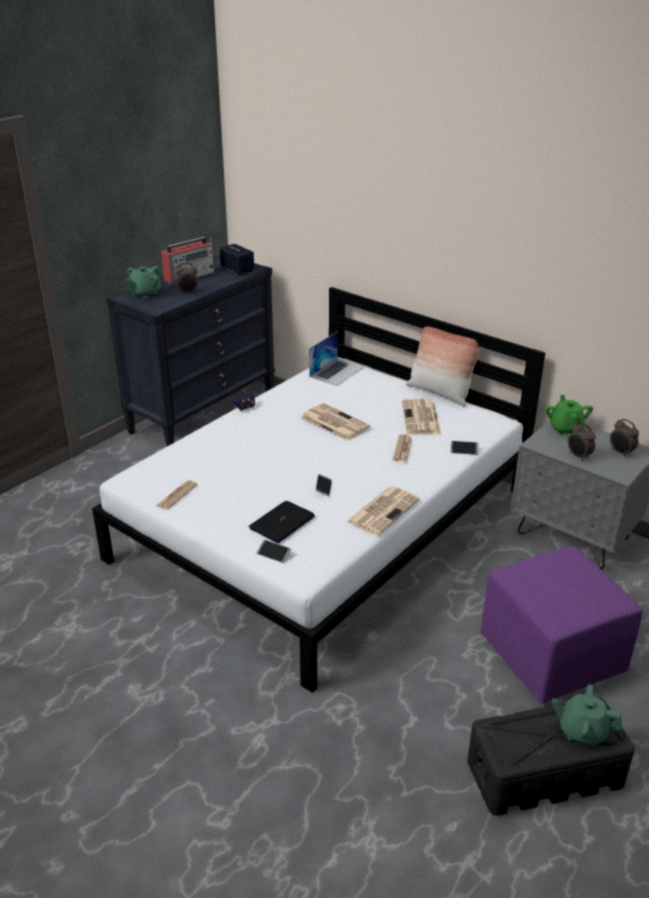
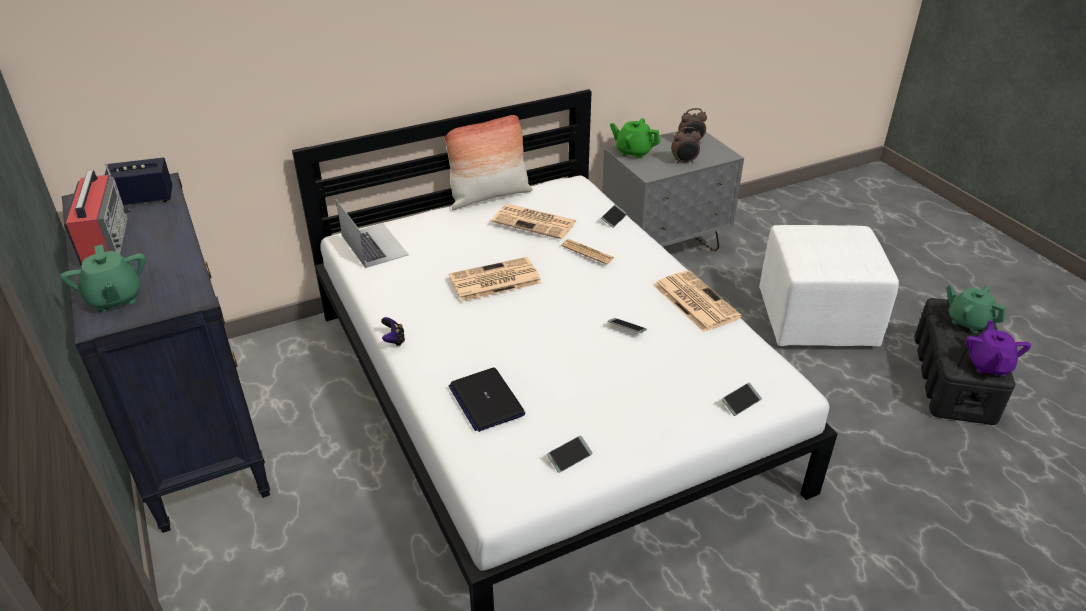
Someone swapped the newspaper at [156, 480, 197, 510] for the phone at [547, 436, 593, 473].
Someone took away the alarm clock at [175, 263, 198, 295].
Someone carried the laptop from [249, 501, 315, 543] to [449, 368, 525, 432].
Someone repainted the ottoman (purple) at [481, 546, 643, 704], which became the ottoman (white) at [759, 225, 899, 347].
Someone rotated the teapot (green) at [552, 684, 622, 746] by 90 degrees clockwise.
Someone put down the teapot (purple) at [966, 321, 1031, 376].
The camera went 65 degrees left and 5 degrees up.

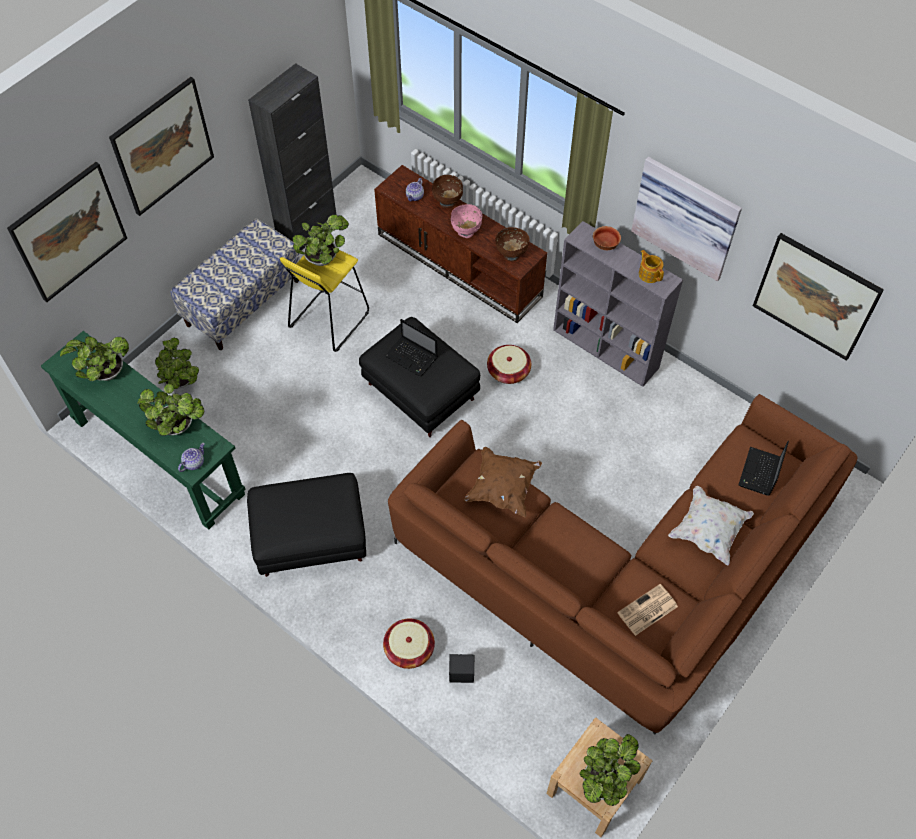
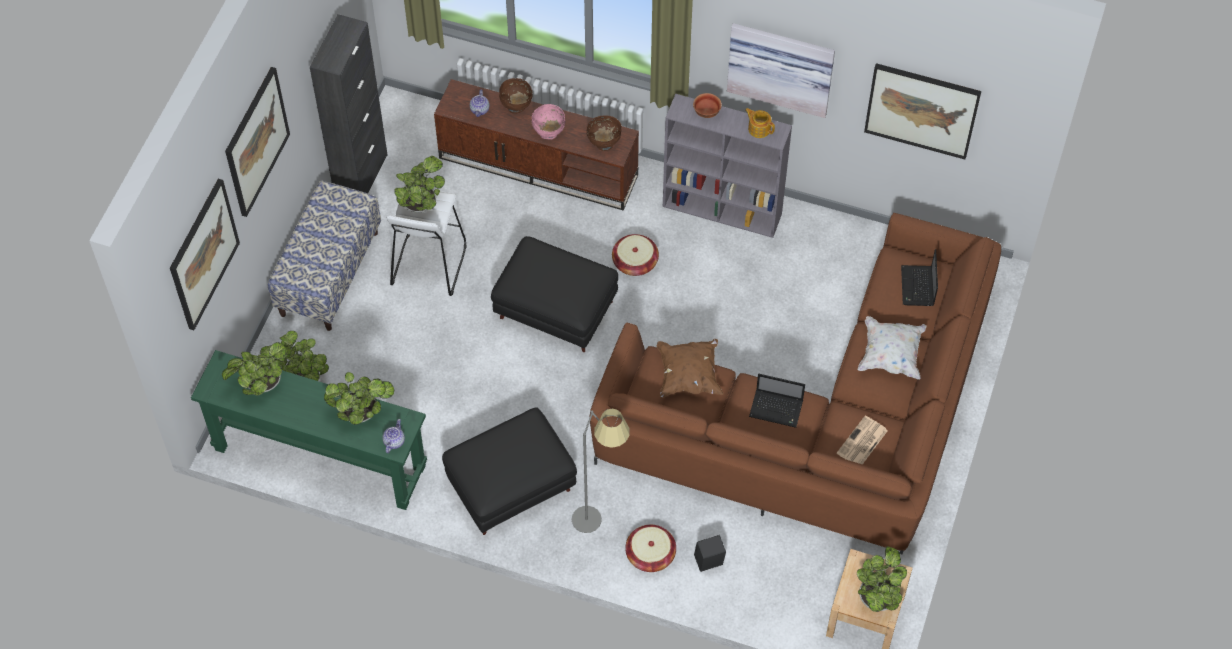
Someone repainted the stool (yellow) at [280, 250, 369, 352], which became the stool (white) at [386, 186, 467, 296].
Someone carried the laptop from [385, 319, 437, 377] to [749, 374, 805, 428].
Someone put down the floor lamp (grey) at [572, 409, 630, 533].
The camera went 20 degrees left and 0 degrees up.

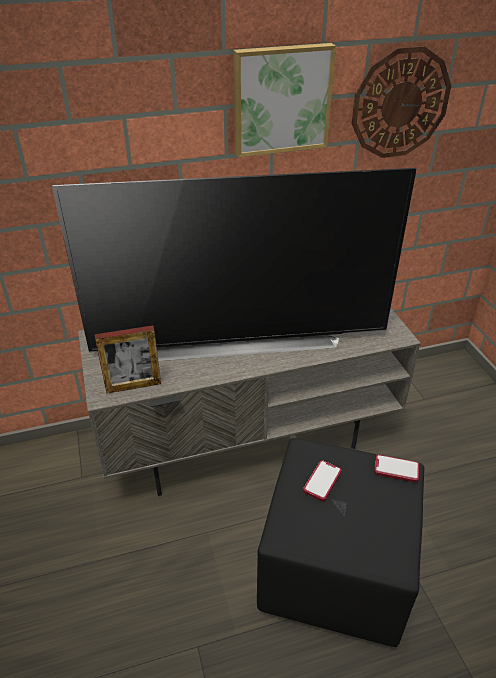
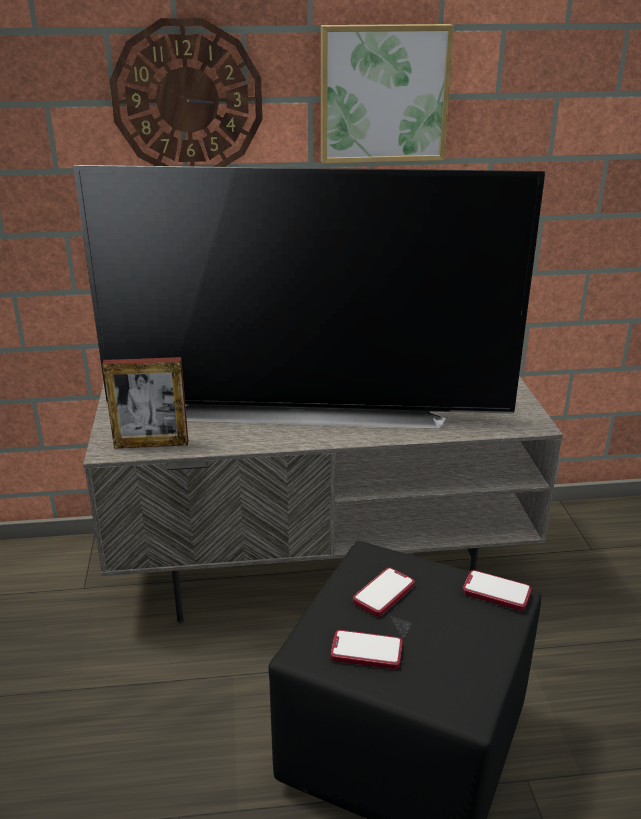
Someone carried the wall clock from [352, 46, 451, 158] to [109, 18, 263, 167].
Someone put down the phone at [331, 630, 403, 669].
The camera went 10 degrees right and 10 degrees down.

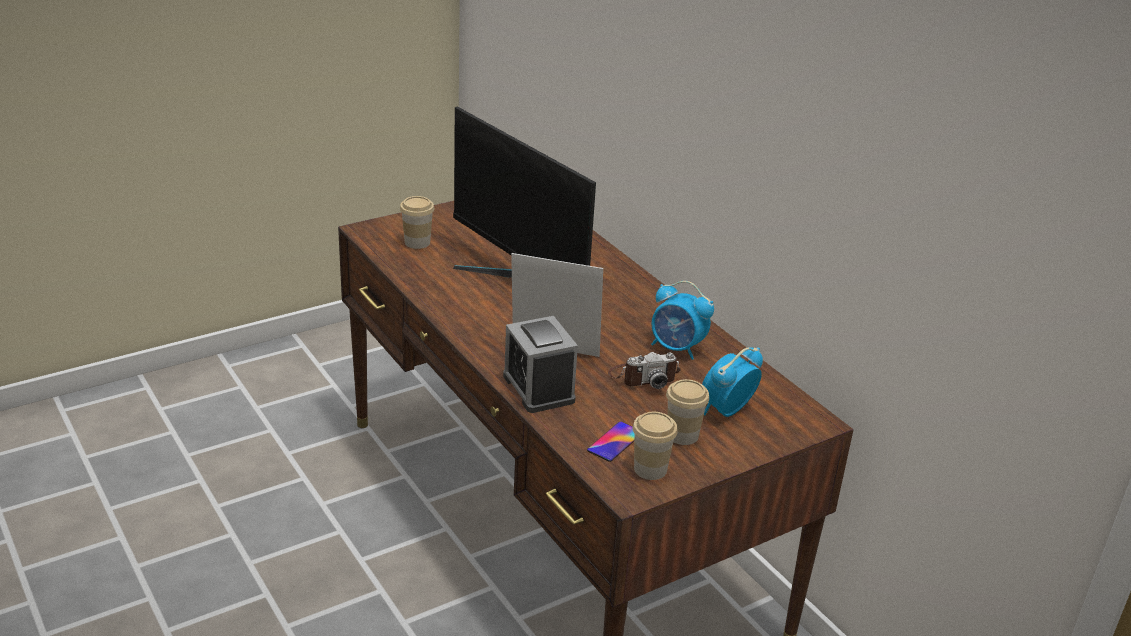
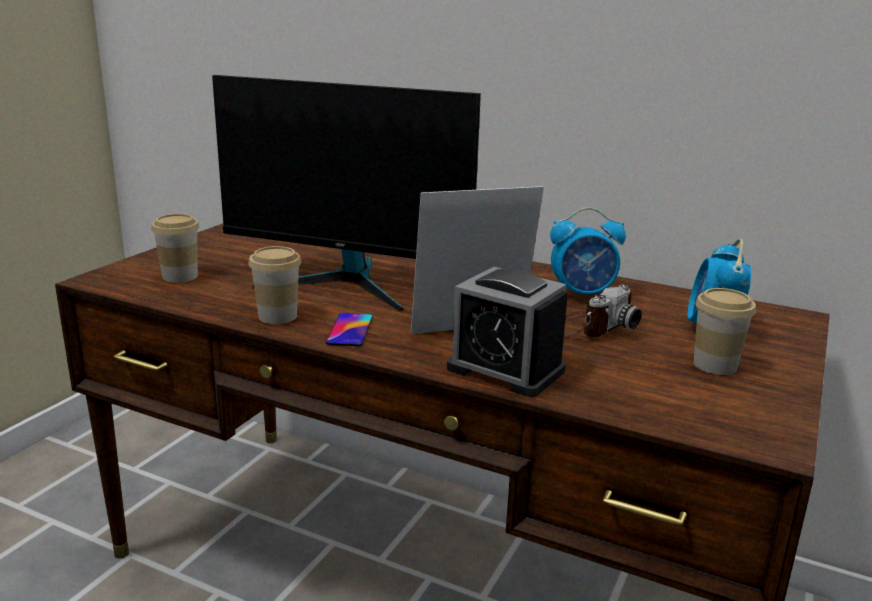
Someone carried the phone from [587, 421, 634, 462] to [326, 313, 373, 346].
Someone carried the cup from [633, 412, 678, 480] to [249, 246, 301, 324].
The camera went 30 degrees left and 10 degrees down.

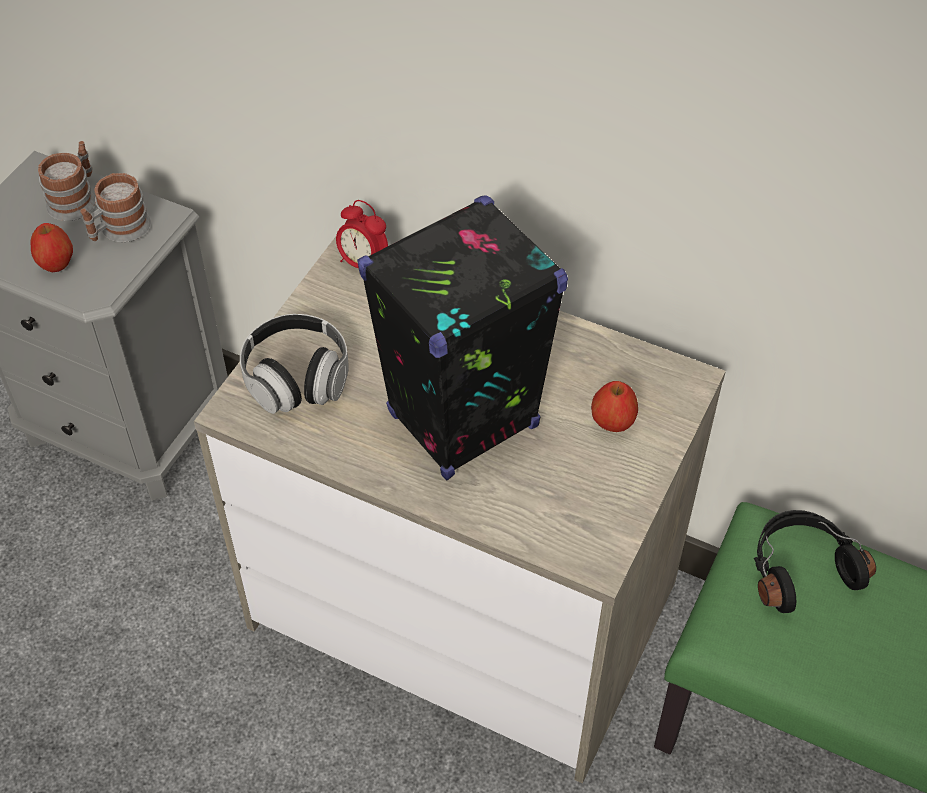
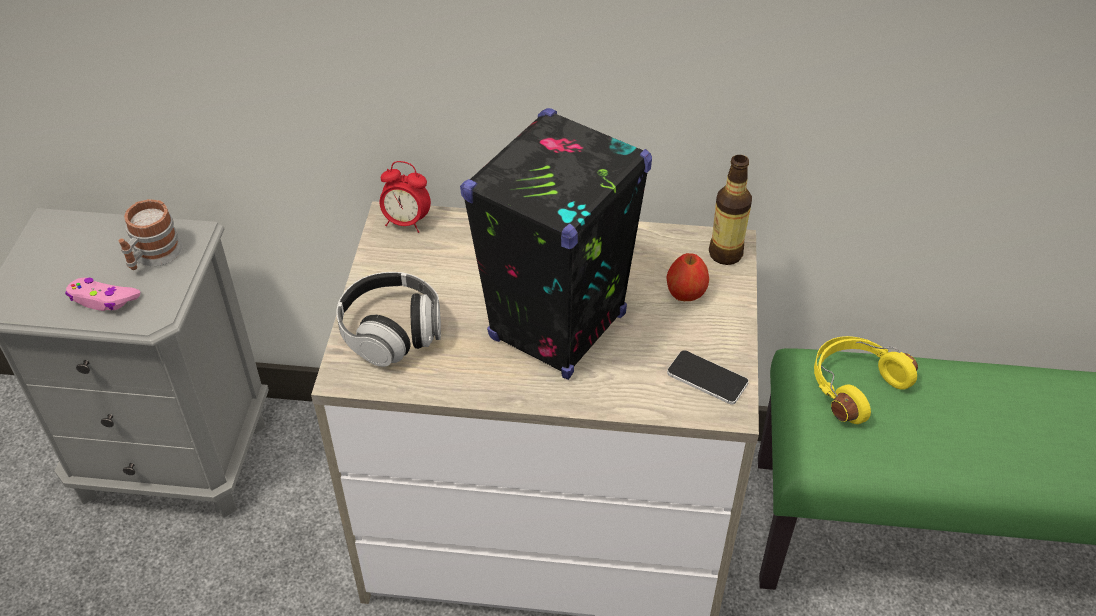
Someone swapped the apple at [31, 223, 73, 272] for the game controller (pink) at [65, 277, 140, 311].
Someone took away the mug at [38, 141, 95, 221].
Someone repainted the headphones (black) at [754, 510, 876, 613], which became the headphones (yellow) at [814, 336, 918, 424].
Someone put down the phone at [667, 350, 749, 405].
Someone put down the bottle at [709, 155, 752, 265].
The camera went 20 degrees left and 5 degrees down.

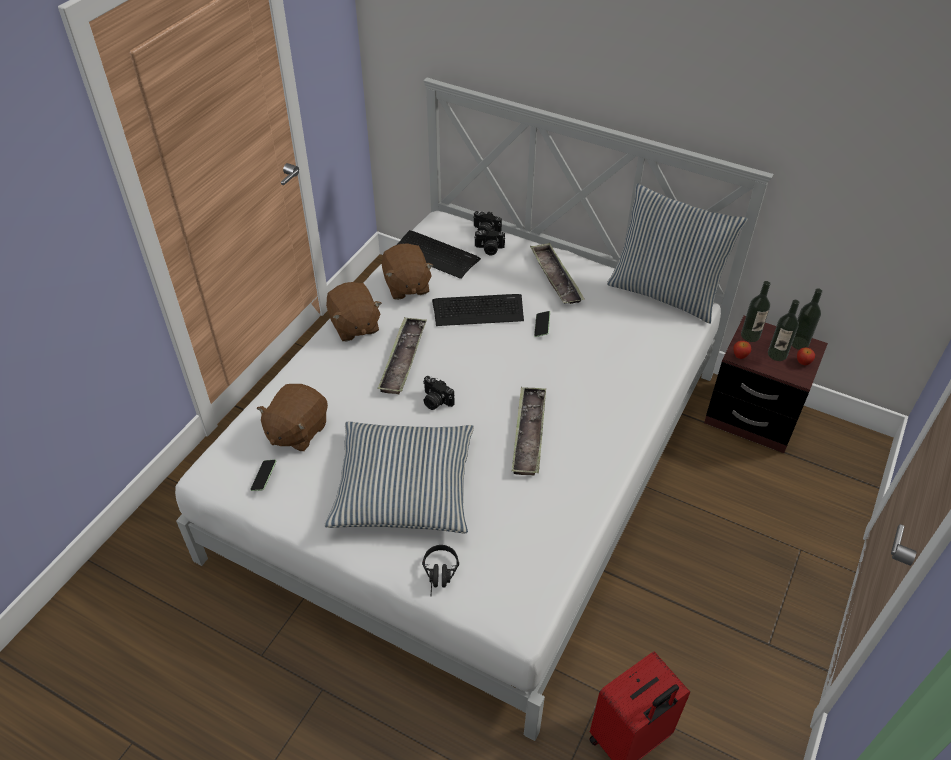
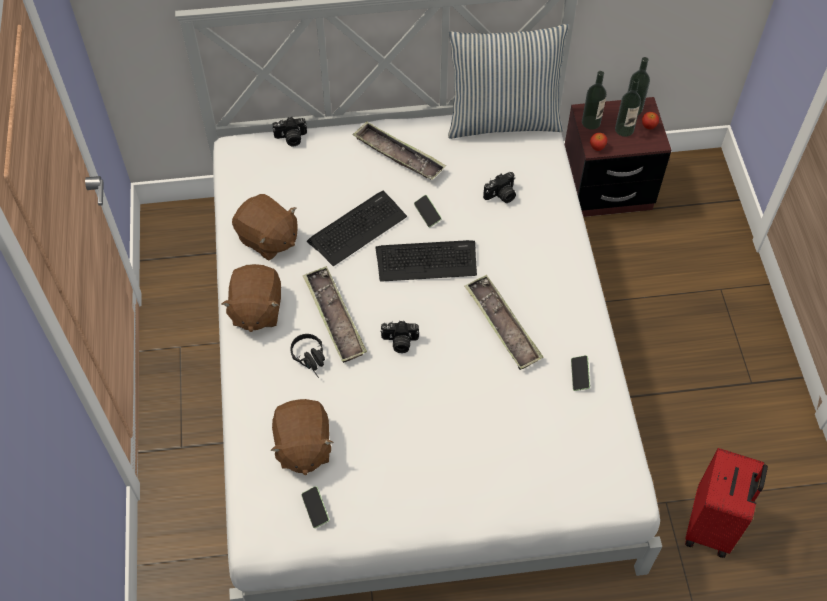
Someone took away the pillow at [324, 421, 474, 533].
Someone rotated the plush toy (brown) at [326, 282, 382, 341] by 60 degrees clockwise.
Someone carried the keyboard from [397, 230, 481, 279] to [375, 240, 477, 282].
Someone carried the headphones (black) from [422, 545, 459, 594] to [291, 334, 325, 378].
Someone carried the photo camera from [474, 228, 505, 255] to [483, 172, 516, 203].
Someone put down the phone at [571, 355, 590, 391].
The camera went 35 degrees left and 10 degrees up.

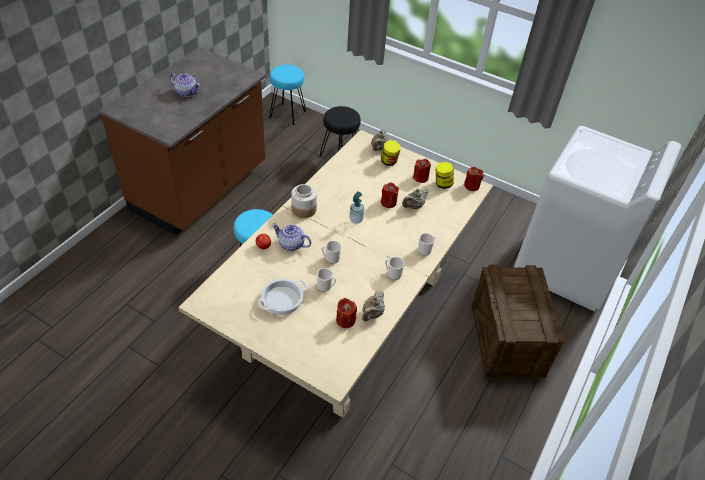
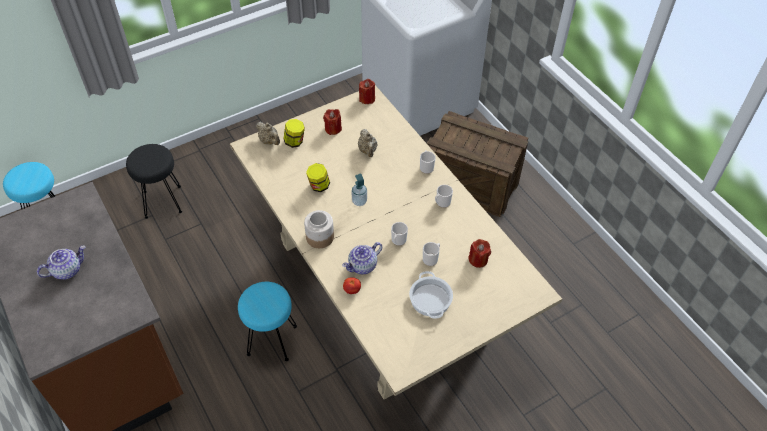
Someone took away the teapot (beige) at [362, 291, 385, 321].
Someone took away the candle (red) at [381, 183, 399, 208].
Someone carried the jar from [435, 162, 454, 189] to [306, 163, 330, 192].
The camera went 60 degrees left and 5 degrees up.

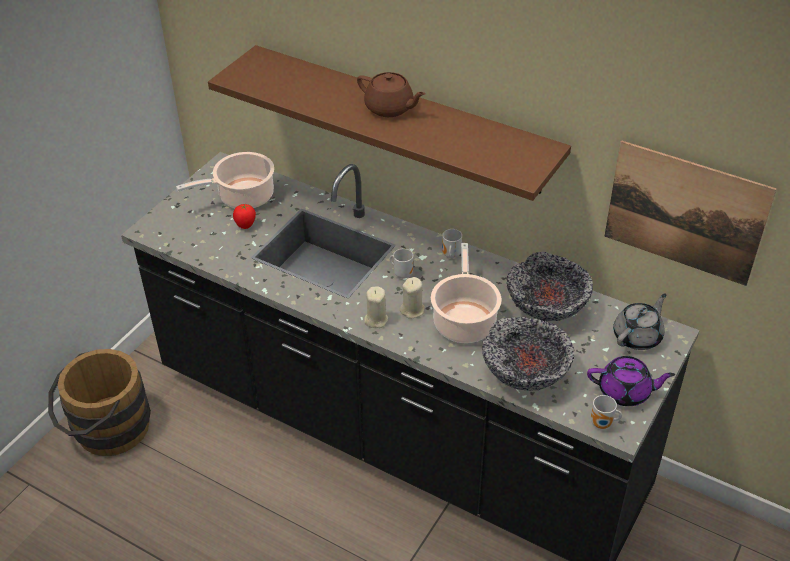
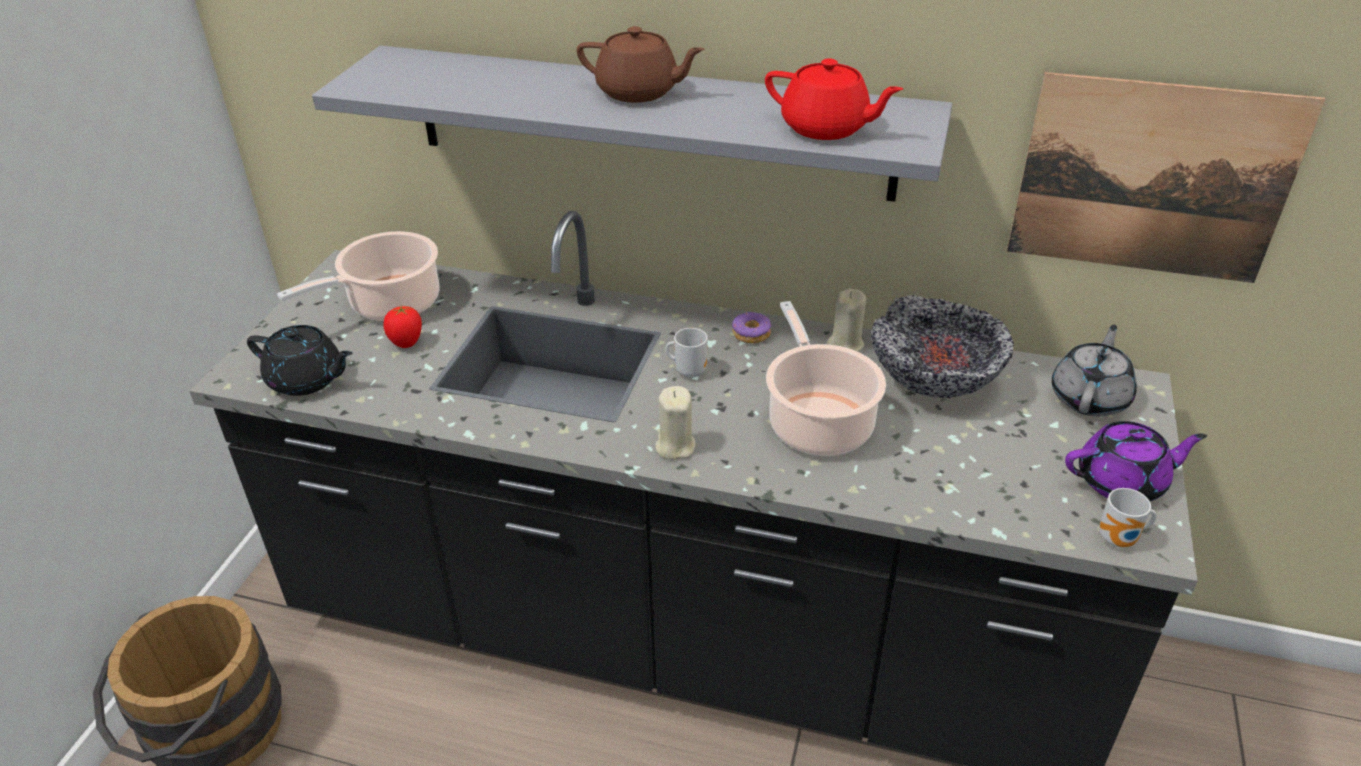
Someone repainted the shelf (brown) at [208, 45, 571, 201], which became the shelf (grey) at [312, 46, 952, 202].
Someone carried the candle (beige) from [400, 277, 425, 319] to [827, 289, 866, 352].
Someone swapped the mug at [442, 229, 462, 258] for the donut at [732, 312, 772, 343].
Someone took away the bowl at [482, 317, 574, 391].
Someone put down the teapot (black) at [247, 325, 353, 396].
Someone put down the teapot (red) at [765, 58, 903, 140].
The camera went 15 degrees left and 5 degrees down.

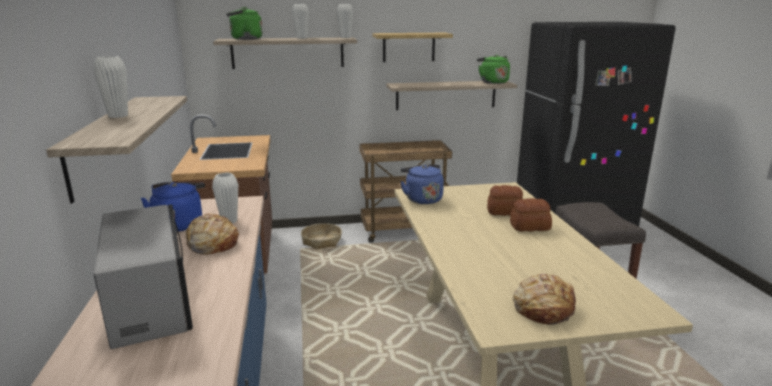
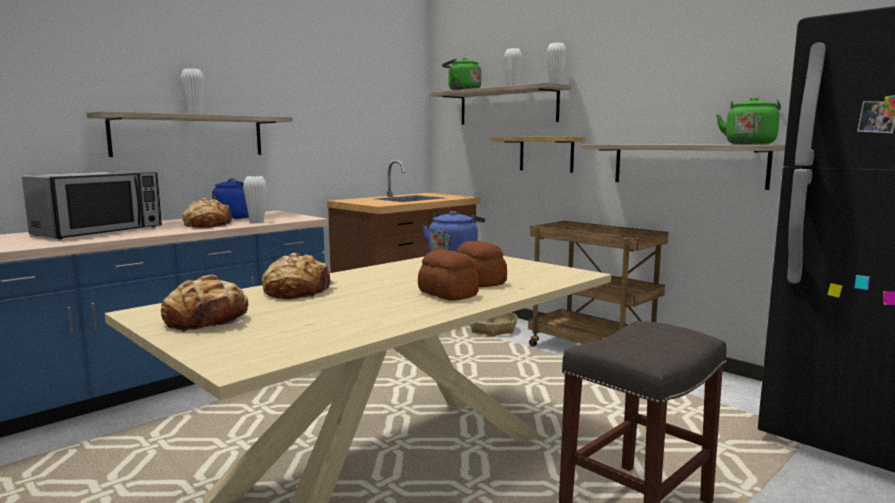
Someone carried the shelf from [372, 33, 453, 62] to [490, 136, 586, 173].
Someone put down the bread at [262, 253, 337, 299].
The camera went 55 degrees right and 10 degrees down.

